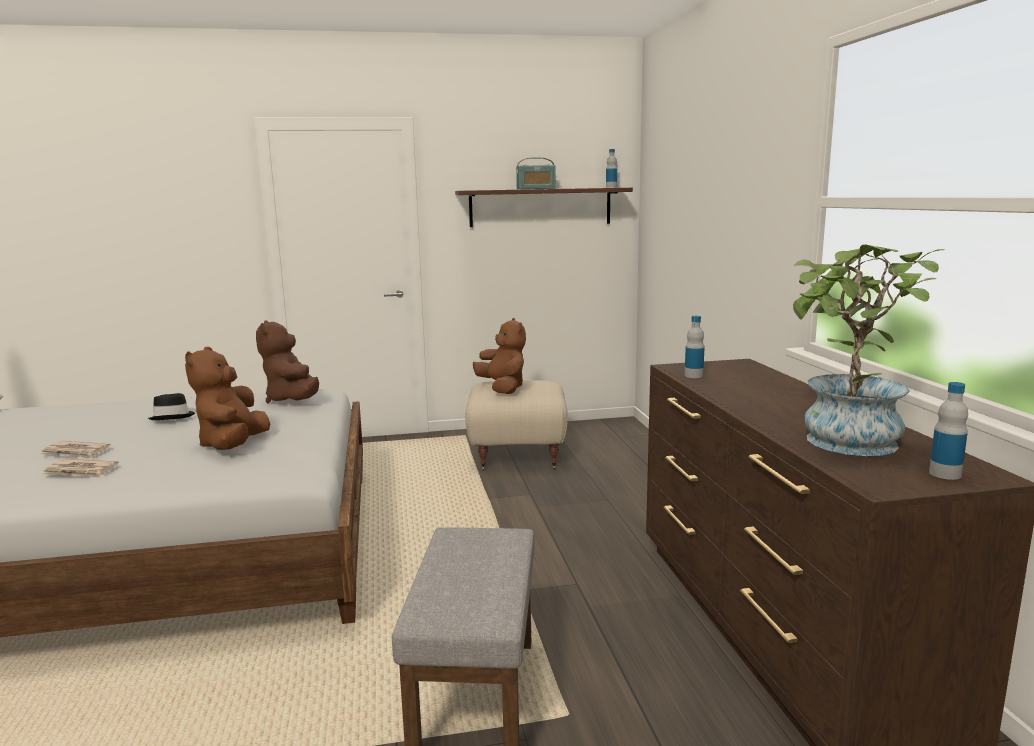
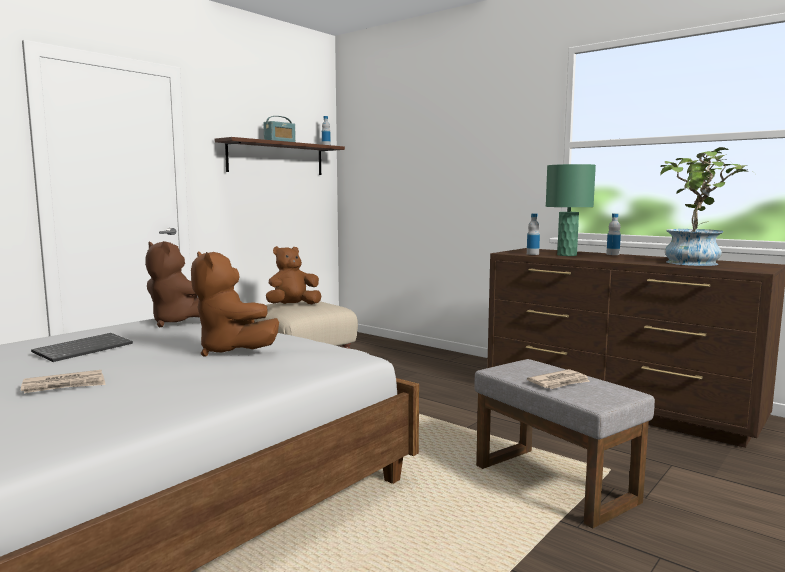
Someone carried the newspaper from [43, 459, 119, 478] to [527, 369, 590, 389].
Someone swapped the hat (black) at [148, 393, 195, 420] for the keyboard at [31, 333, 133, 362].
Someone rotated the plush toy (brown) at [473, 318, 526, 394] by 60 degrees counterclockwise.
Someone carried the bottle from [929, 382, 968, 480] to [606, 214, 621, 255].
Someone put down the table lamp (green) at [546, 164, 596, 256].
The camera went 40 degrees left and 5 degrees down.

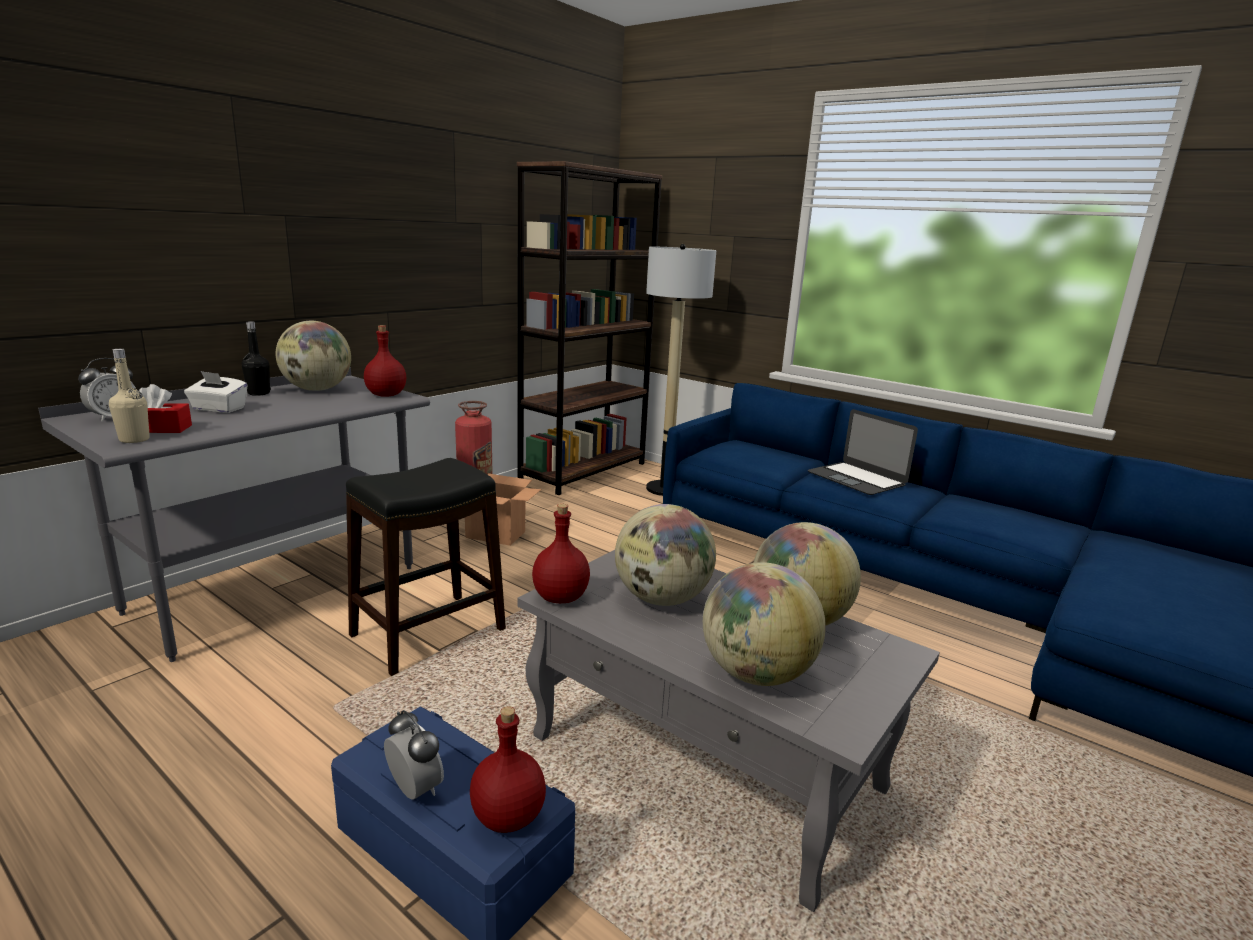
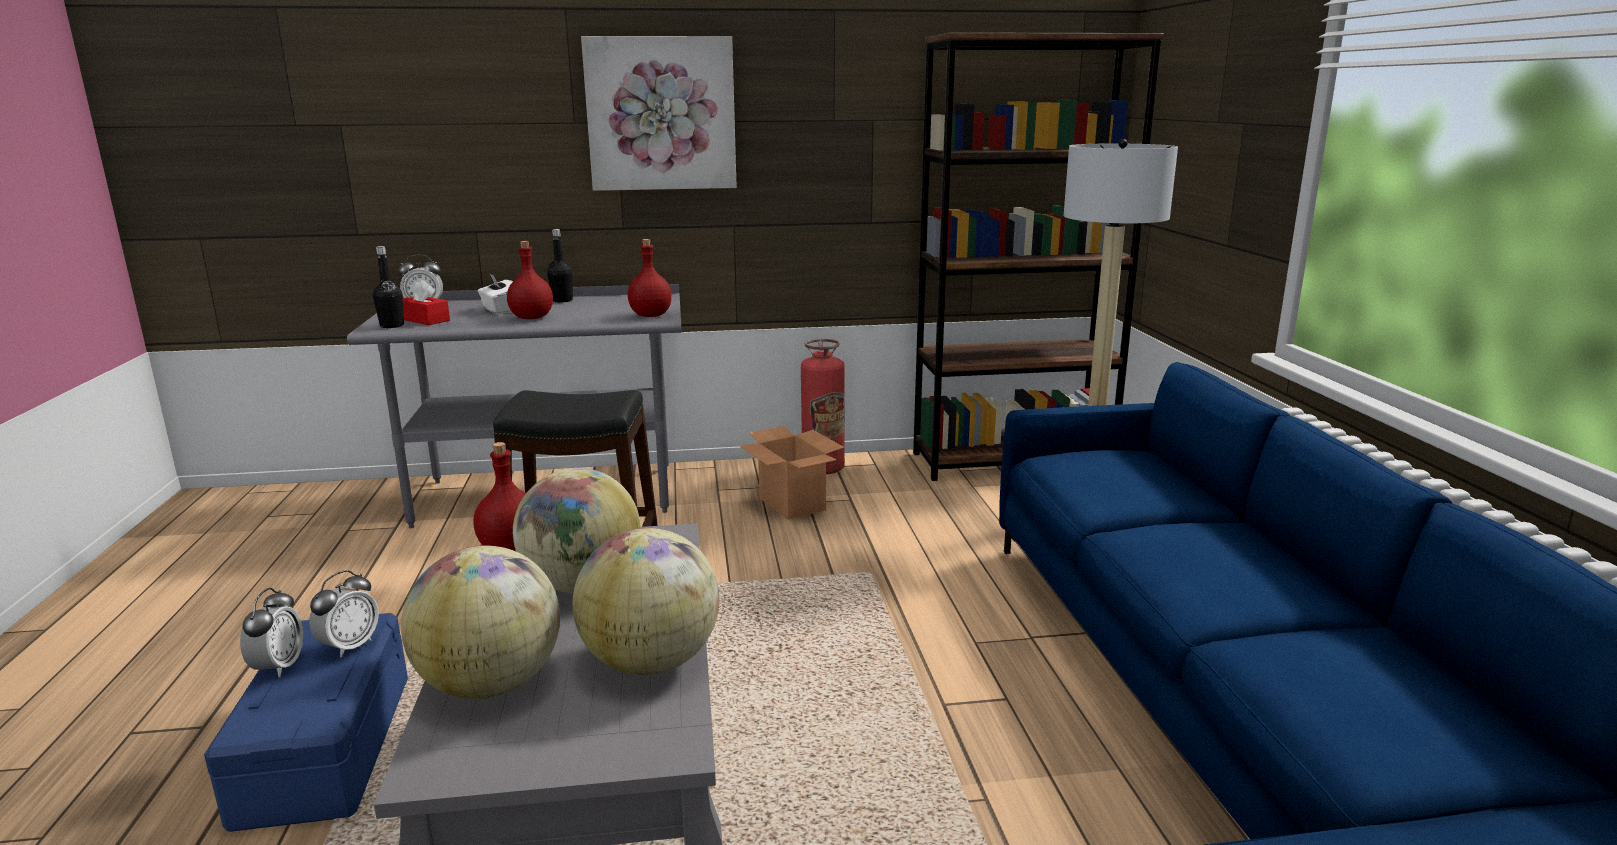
Someone repainted the bottle (beige) at [109, 349, 150, 443], which became the bottle (black) at [373, 246, 404, 328].
Someone took away the globe at [276, 321, 351, 391].
Someone carried the bottle (red) from [470, 706, 546, 833] to [507, 241, 553, 319].
Someone took away the laptop at [808, 409, 918, 495].
Someone put down the alarm clock at [309, 570, 379, 658].
Someone put up the picture at [581, 36, 737, 191].
The camera went 45 degrees right and 0 degrees up.

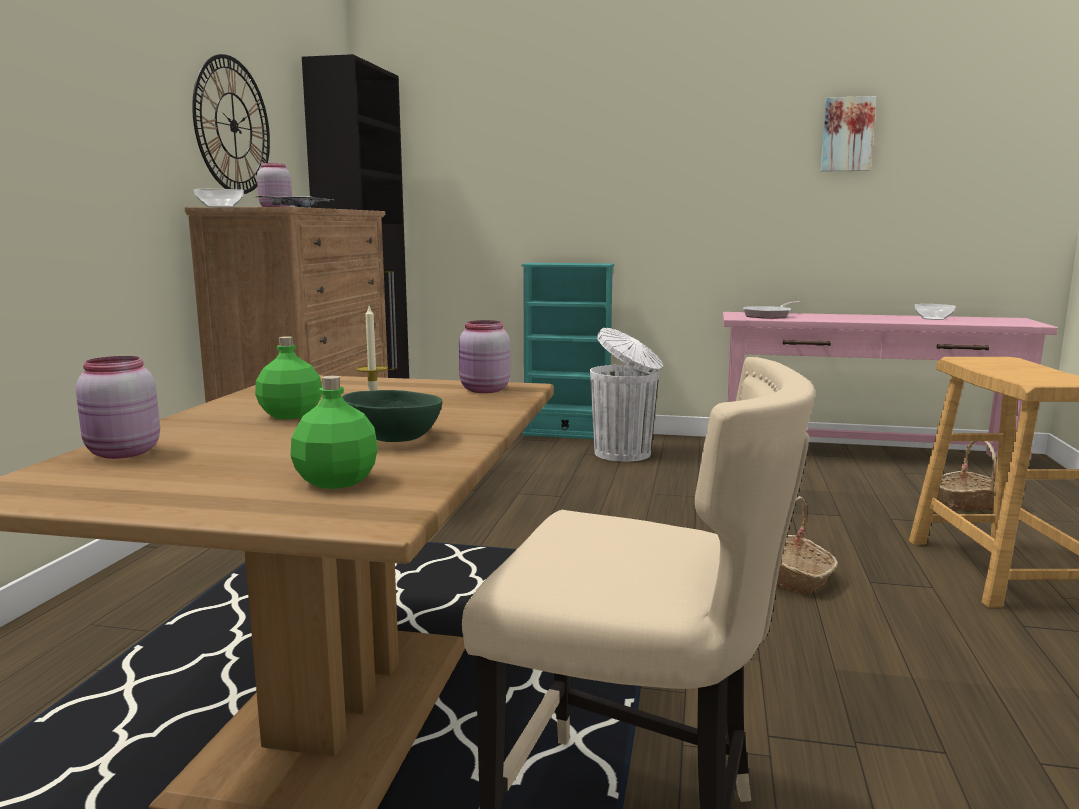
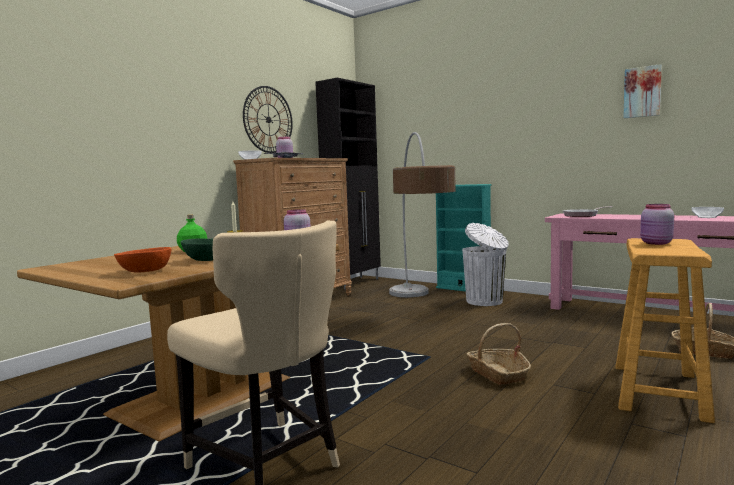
Someone carried the jar (pink) from [76, 356, 160, 459] to [640, 204, 674, 245].
Someone swapped the bottle (green) at [290, 376, 377, 489] for the bowl (orange) at [114, 247, 171, 273].
Someone put down the floor lamp at [389, 132, 456, 298].
The camera went 25 degrees right and 5 degrees down.

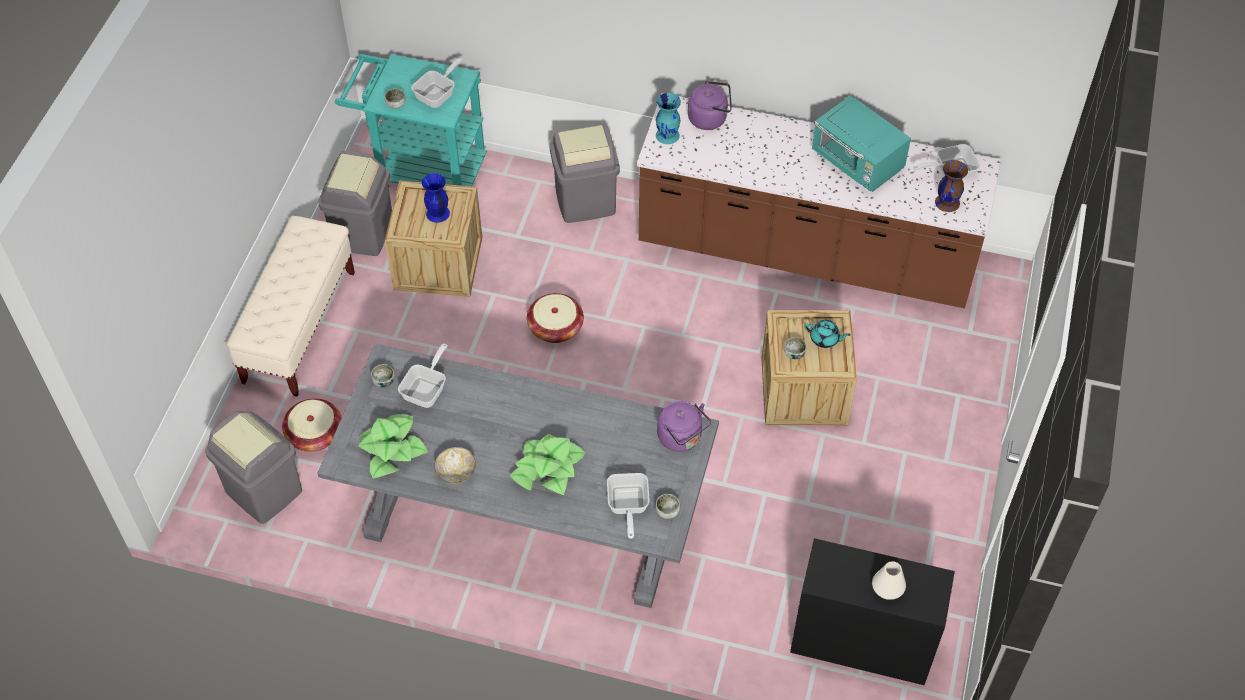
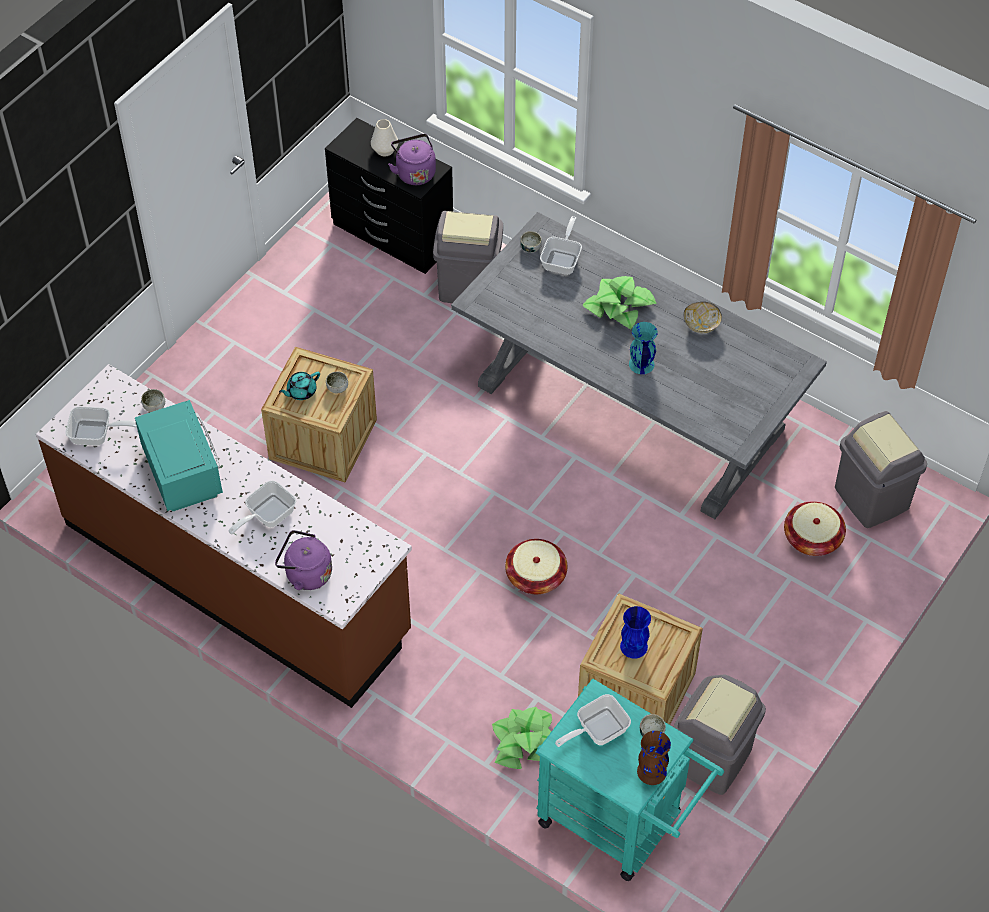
Someone took away the bench (beige) at [226, 216, 355, 396].
Someone carried the potted plant from [358, 414, 428, 479] to [492, 707, 552, 769].
Someone carried the bowl from [371, 364, 395, 387] to [141, 389, 165, 412].
Someone carried the frying pan from [398, 344, 448, 408] to [229, 481, 296, 534].
Someone carried the trash can (grey) from [549, 124, 620, 223] to [433, 211, 503, 303].
Someone carried the vase (turquoise) from [656, 93, 681, 144] to [629, 322, 658, 374].
Someone carried the kettle (purple) from [657, 401, 711, 452] to [388, 134, 436, 185].
Someone rotated the teapot (turquoise) at [804, 320, 851, 348] by 75 degrees counterclockwise.
Someone carried the vase (brown) from [935, 160, 968, 212] to [637, 731, 671, 785].
The camera went 160 degrees left and 0 degrees up.

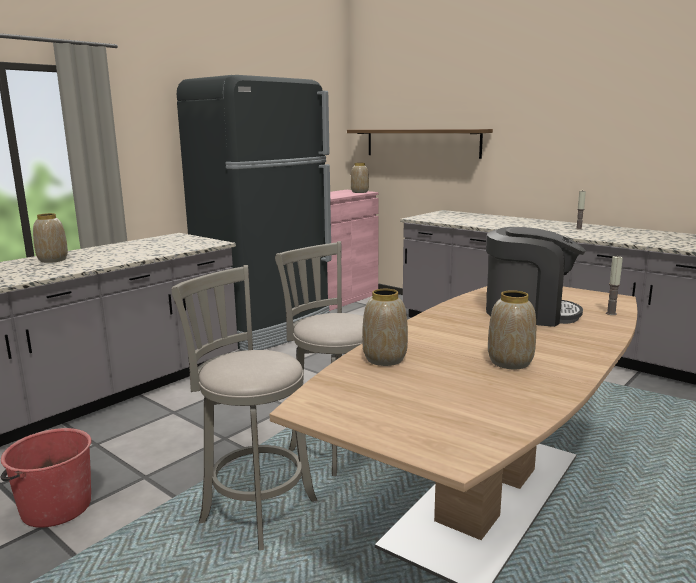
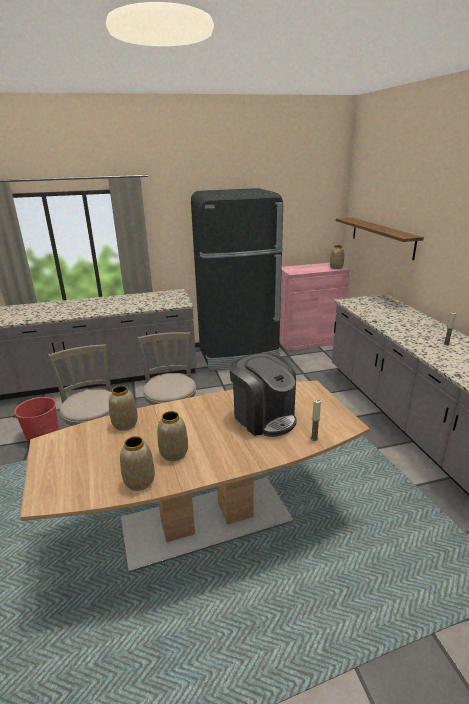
Someone carried the vase from [33, 213, 68, 263] to [120, 436, 155, 491].
The camera went 35 degrees right and 10 degrees up.

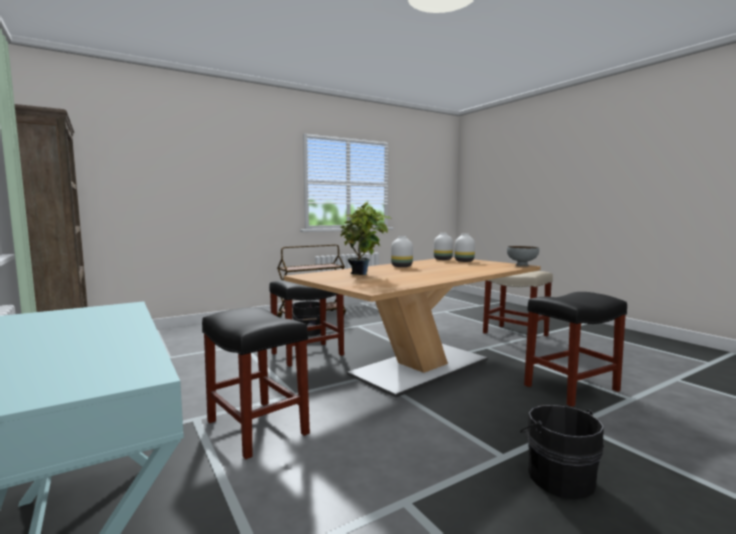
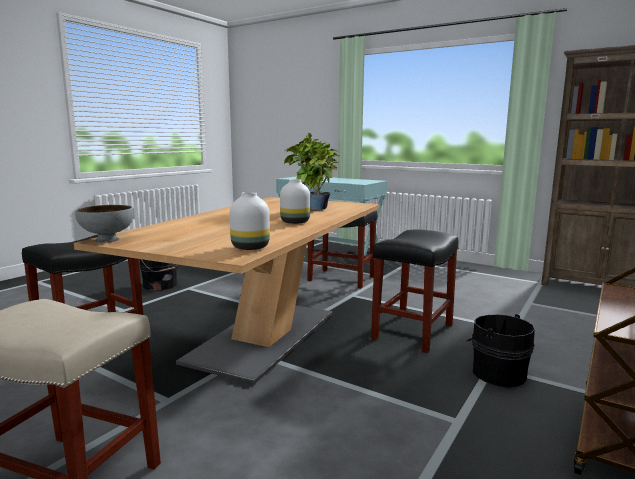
Someone took away the vase (white) at [455, 234, 475, 262].
The camera went 155 degrees right and 5 degrees up.

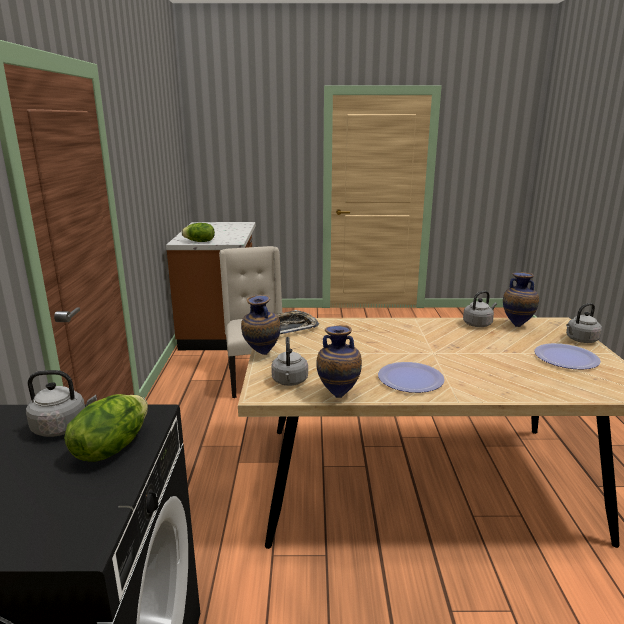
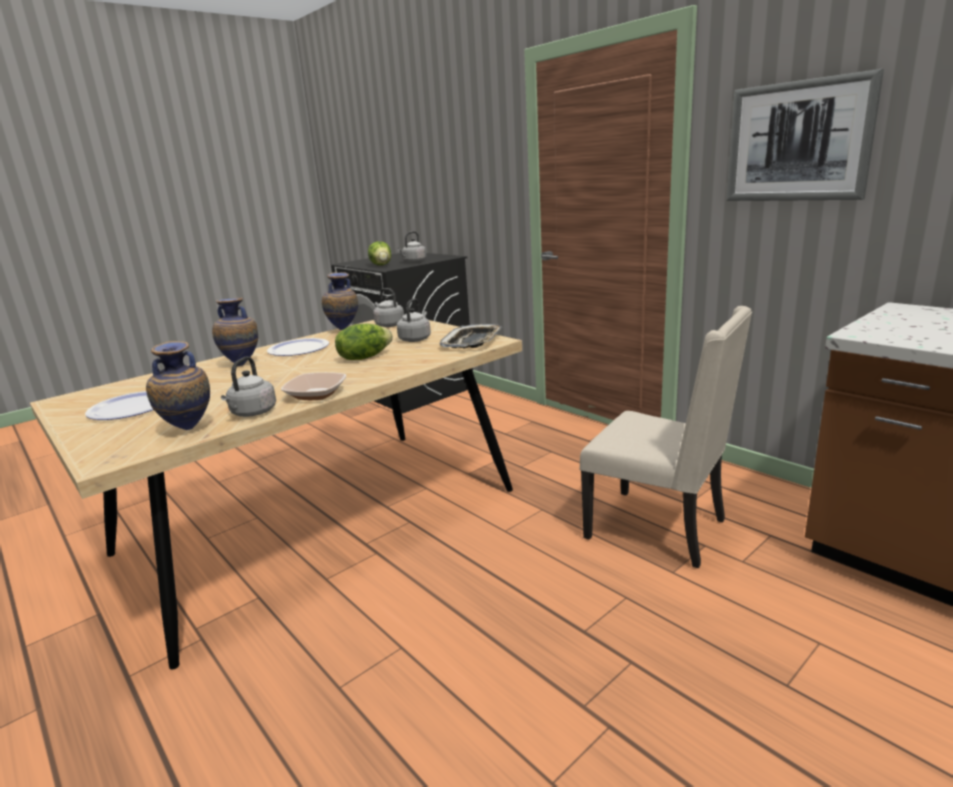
Someone carried the lettuce from [182, 223, 215, 242] to [335, 324, 393, 360].
Someone carried the vase from [241, 295, 281, 355] to [212, 298, 258, 366].
Someone carried the kettle (grey) from [566, 303, 602, 343] to [397, 298, 431, 342].
Someone put down the bowl at [281, 372, 346, 400].
Someone put up the picture at [726, 69, 884, 201].
The camera went 140 degrees right and 0 degrees up.

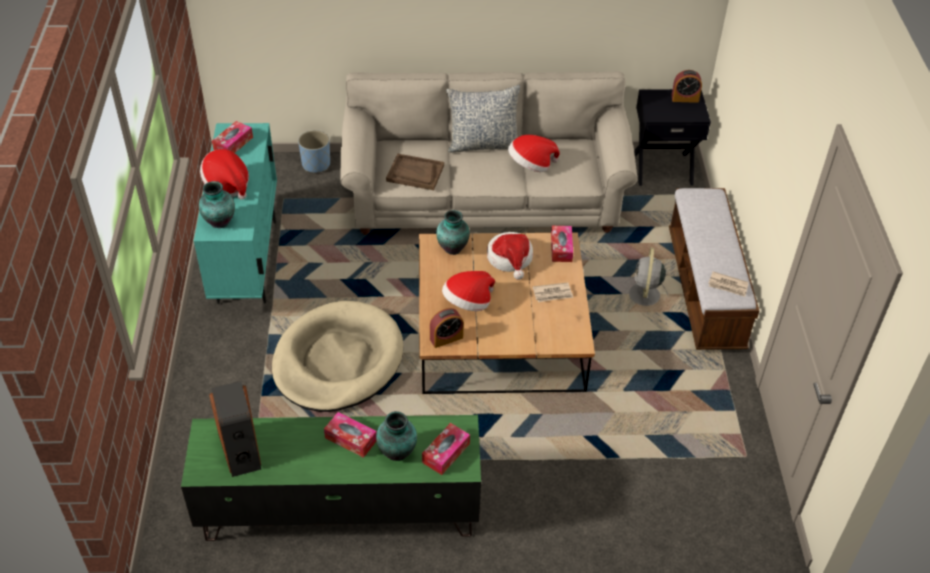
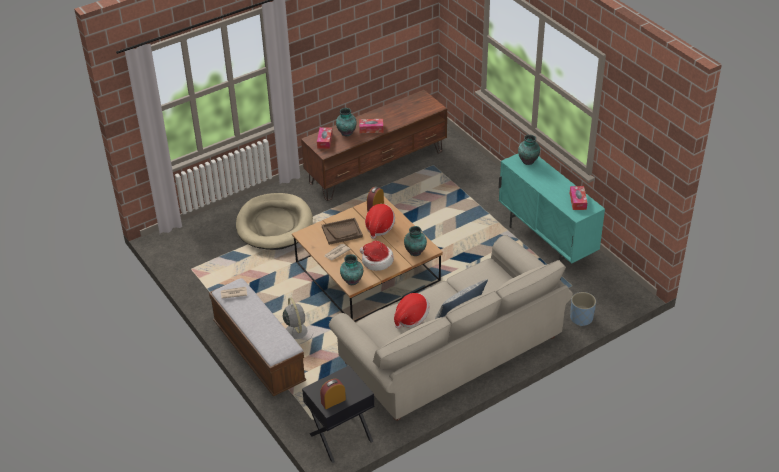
Someone repainted the tv stand (green) at [181, 415, 481, 541], which became the tv stand (brown) at [301, 90, 447, 201].
Someone took away the hat at [200, 149, 249, 199].
Someone took away the speaker at [209, 381, 261, 477].
Someone carried the dog bed (beige) from [272, 301, 403, 412] to [236, 193, 313, 250].
Someone carried the tray (brown) from [386, 153, 444, 190] to [322, 218, 363, 245].
Someone swapped the tissue box at [551, 226, 573, 262] for the vase at [340, 254, 363, 286].
The camera went 150 degrees right and 5 degrees down.

